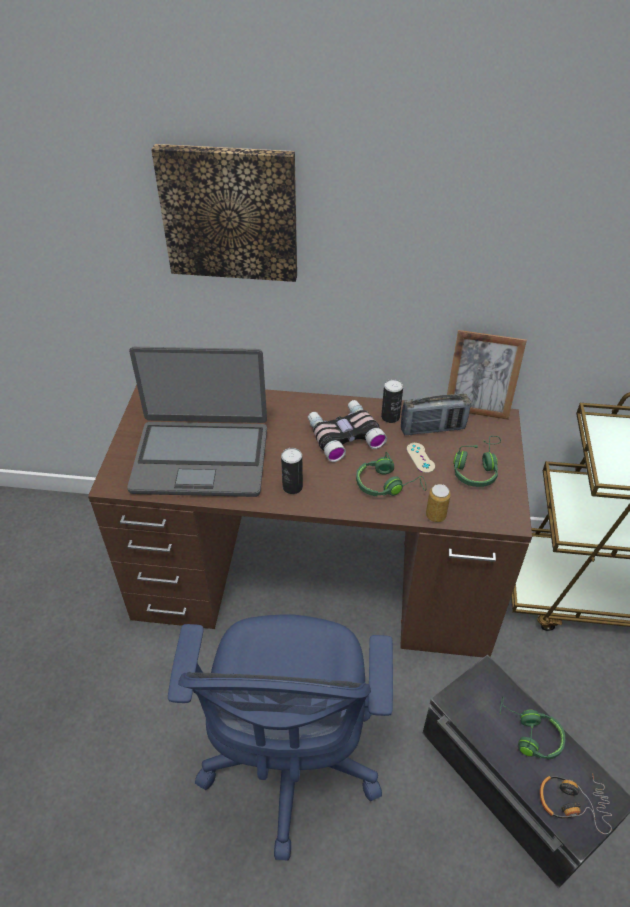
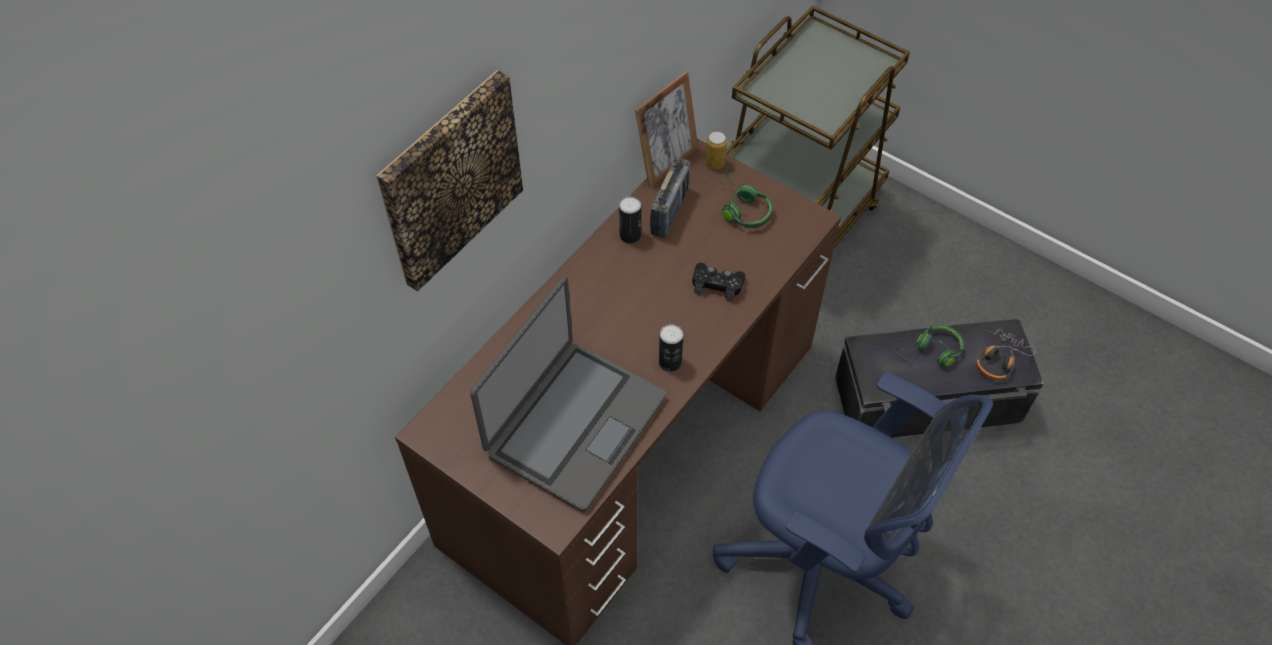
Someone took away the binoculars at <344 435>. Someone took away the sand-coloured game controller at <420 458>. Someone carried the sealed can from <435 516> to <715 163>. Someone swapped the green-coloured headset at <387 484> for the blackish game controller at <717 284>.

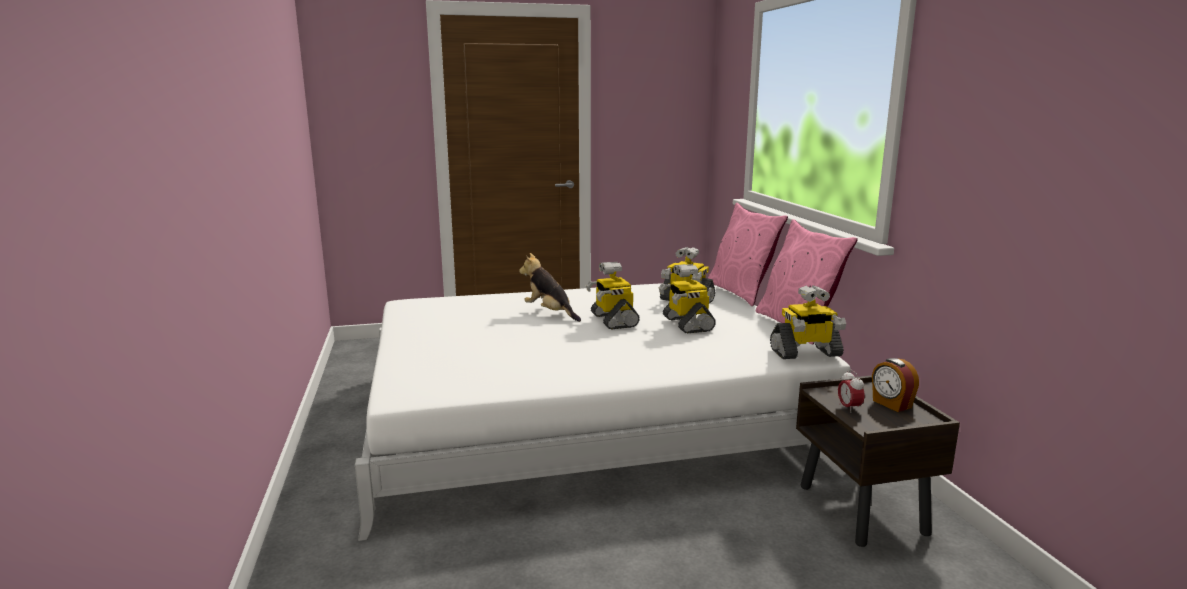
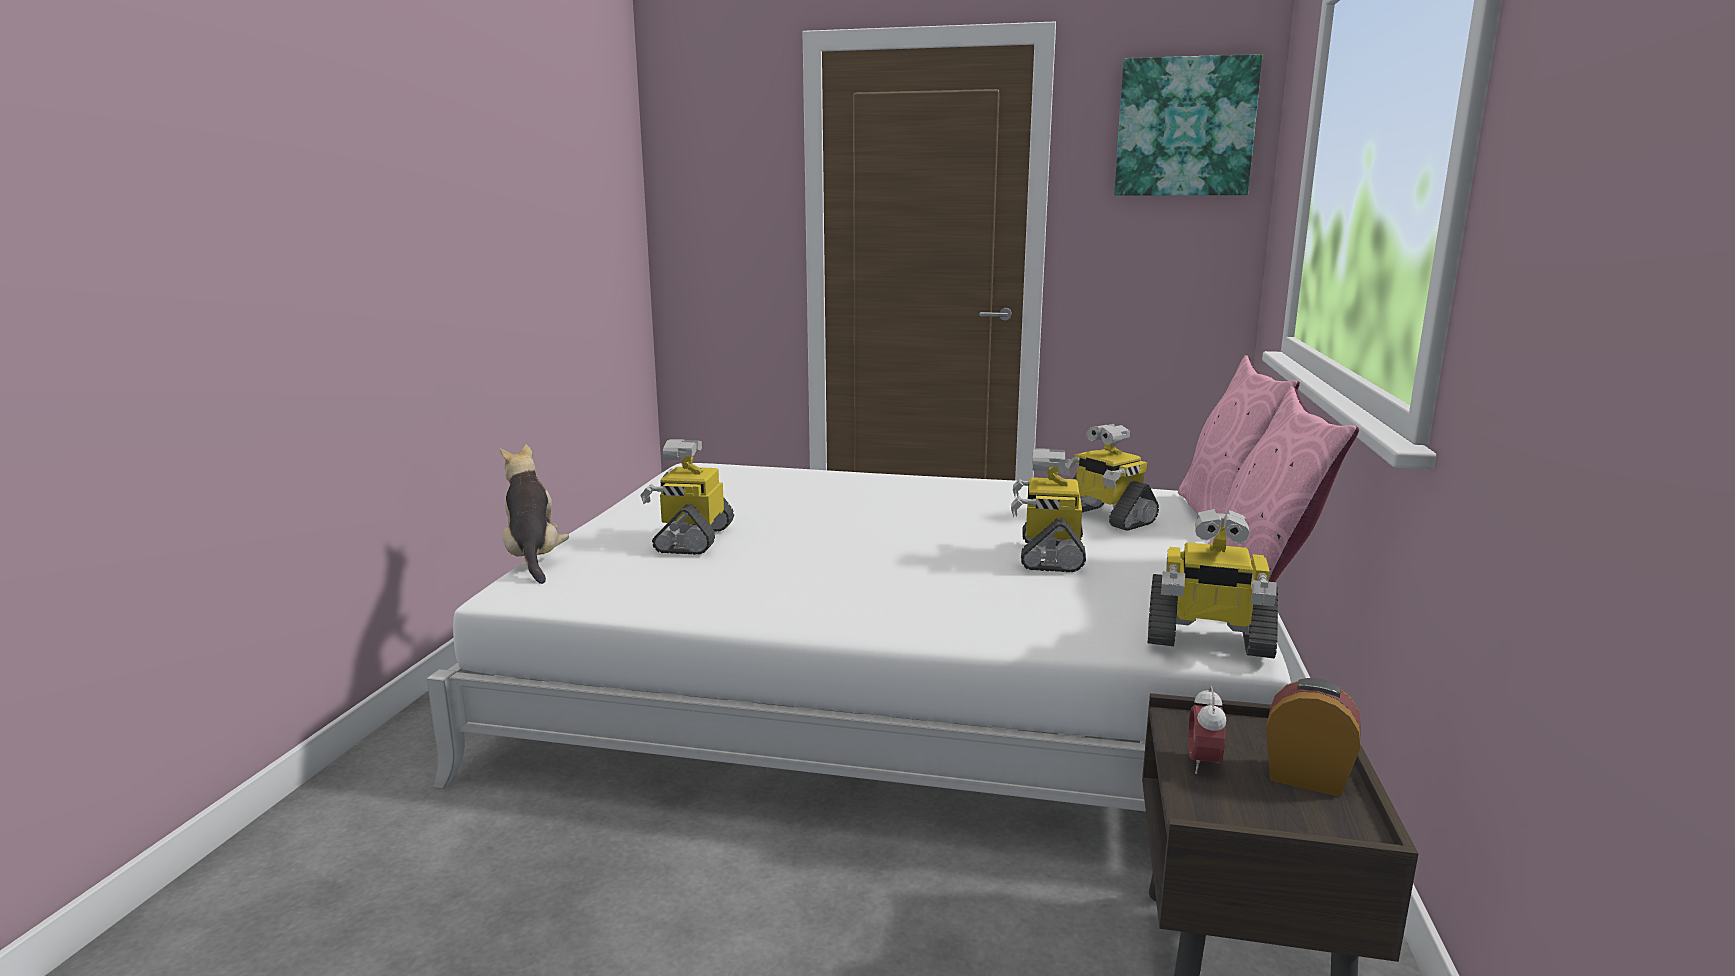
Someone put up the wall picture at <1185 127>. Someone carried the plush toy from <550 313> to <534 558>. Someone carried the model robot from <613 320> to <693 539>. Someone rotated the table clock at <891 404> by 120 degrees clockwise.

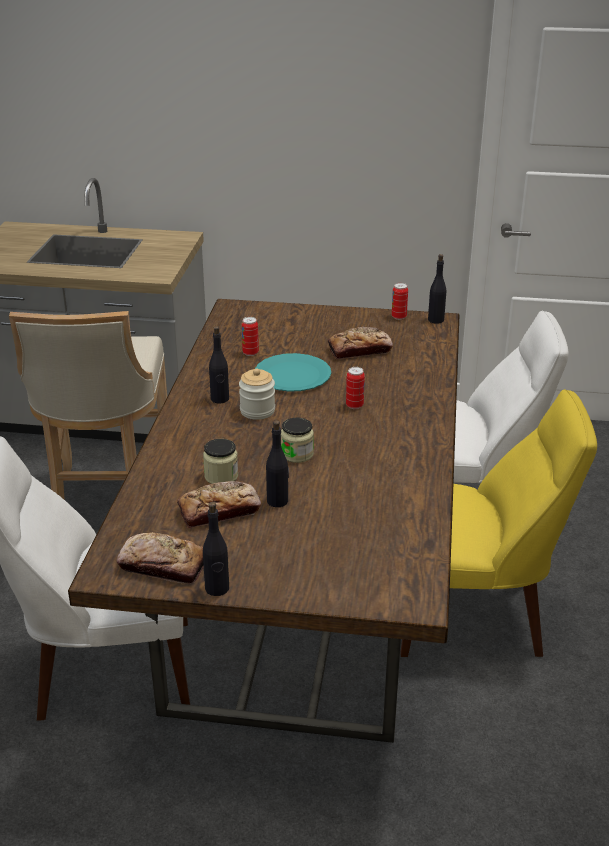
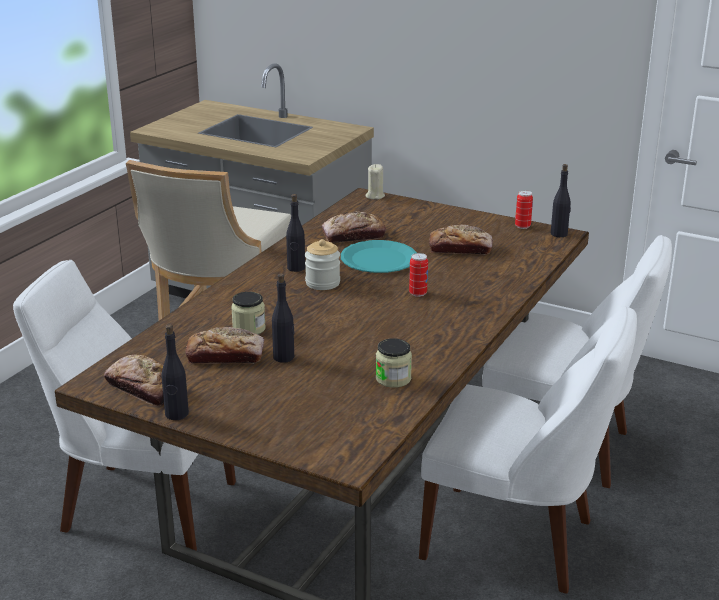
Someone put down the sand-coloured wax candle at <375 196>. Someone carried the preserve jar from <297 454> to <393 379>. Someone swapped the sealed can at <250 353> for the baked bread at <353 235>. Someone repainted the yellowish upright chair at <474 617>, which became the white-coloured upright chair at <516 541>.

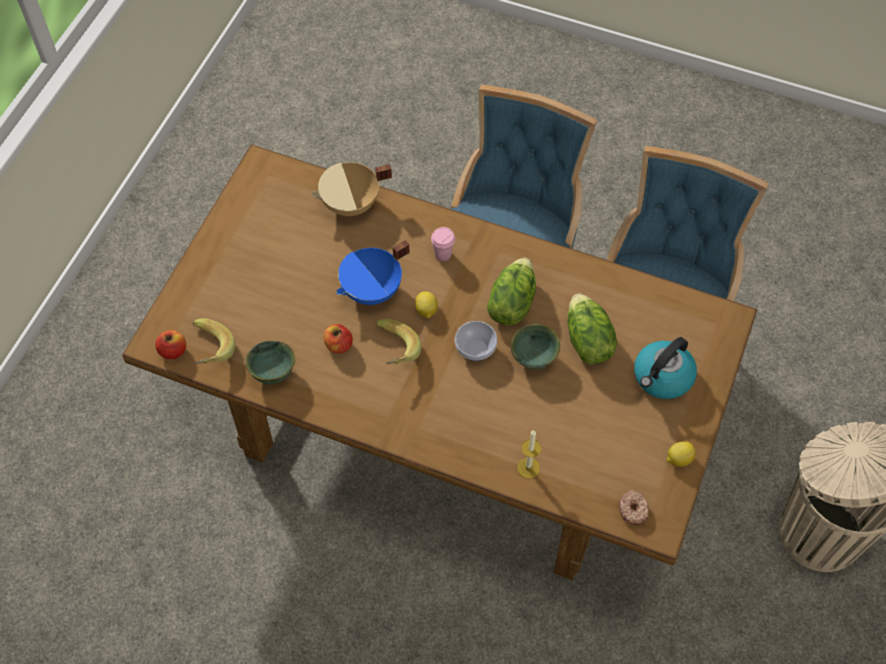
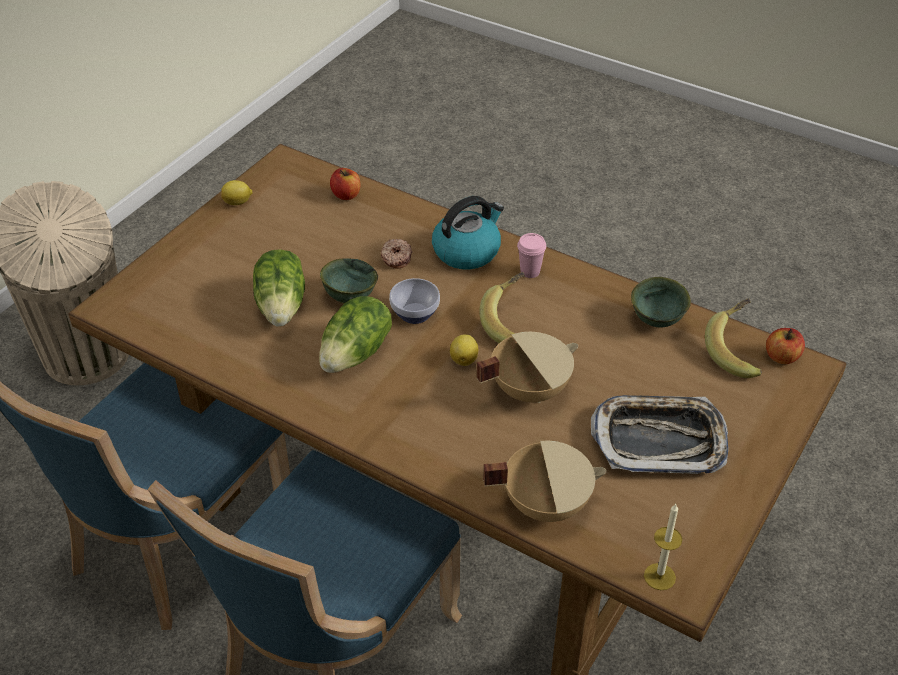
Someone put down the serving tray at <659 440>. Someone carried the apple from <338 345> to <346 195>. Someone carried the pink cup from <443 254> to <530 271>. Someone carried the wax candle from <528 468> to <659 576>. Someone carried the ring doughnut from <633 510> to <395 258>. Someone carried the tea kettle from <662 377> to <467 251>. Someone repainted the bluish saucepot at <372 291>, which became the sand-coloured saucepot at <528 389>.

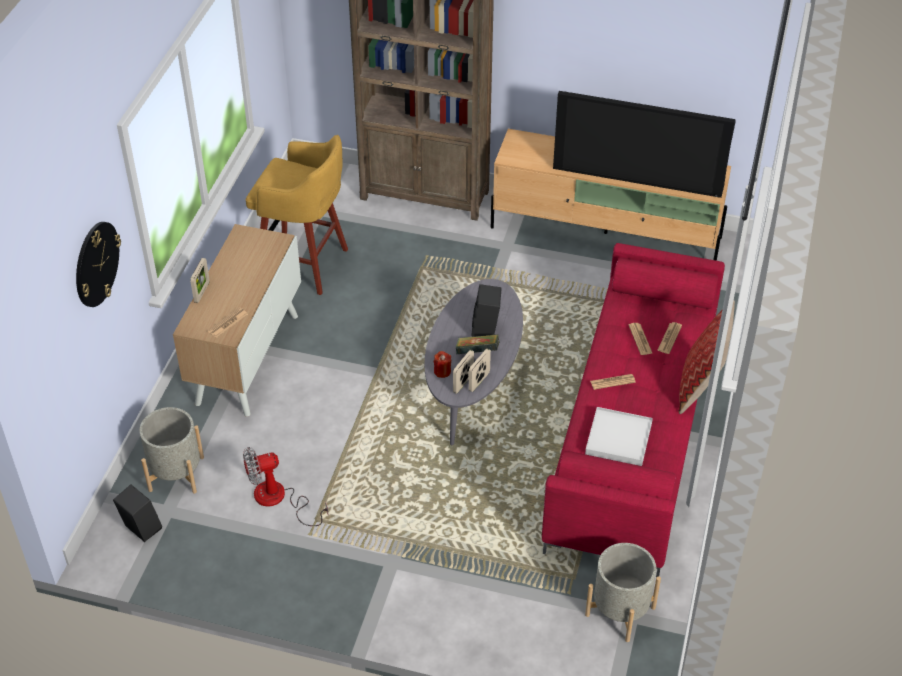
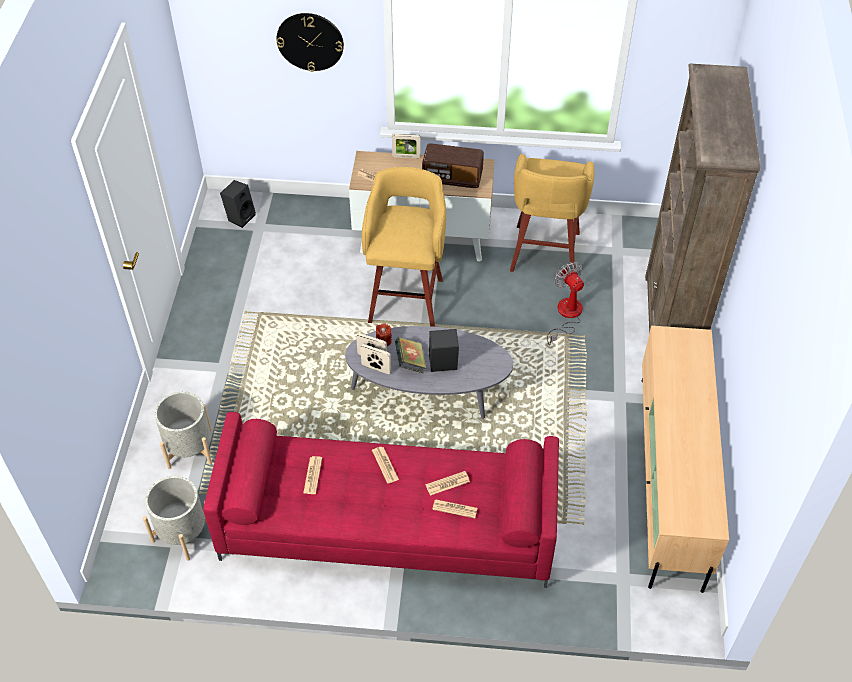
Someone took away the TV set at <638 176>. Someone took away the throw pillow at <700 385>. Someone put down the yellowish stool at <406 298>. Someone put down the radio receiver at <452 178>. Someone carried the greyish flower pot from <176 473> to <190 448>. Someone carried the cooling fan from <279 499> to <566 315>. Someone swapped the white-coloured serving tray at <618 439> for the printed paper at <312 475>.

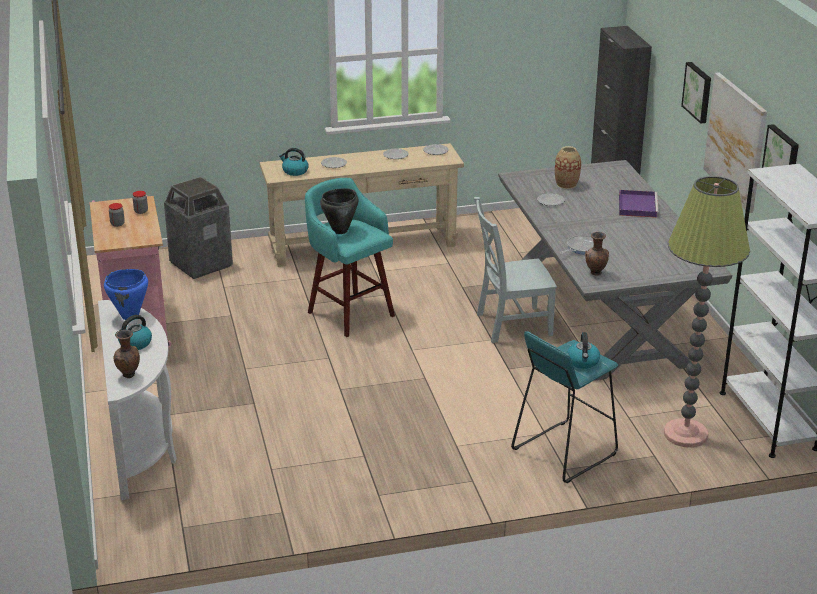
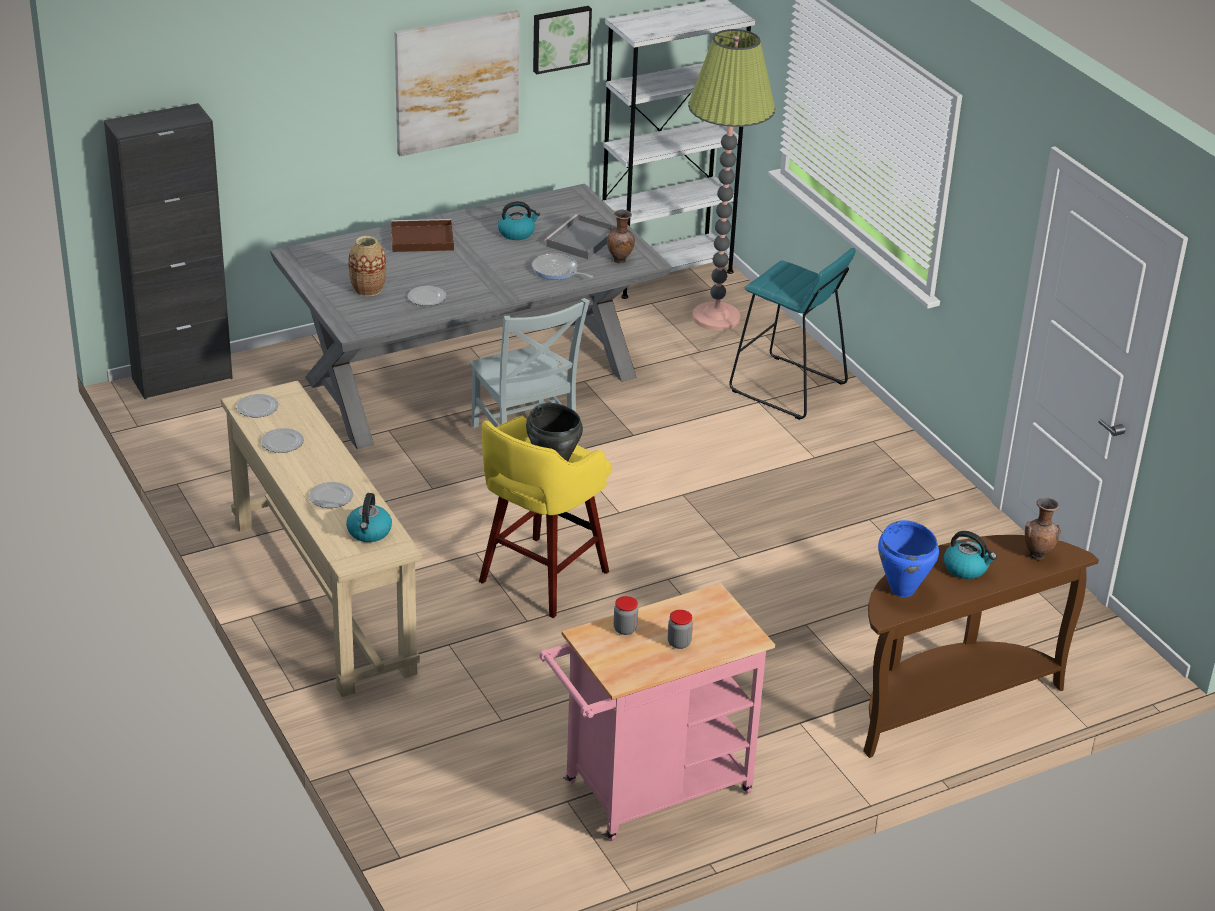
Someone took away the rubbish bin at <200 264>. Someone took away the wall picture at <698 92>. Someone put down the greyish serving tray at <581 241>. Someone carried the tea kettle from <583 362> to <517 233>. Someone repainted the white-coloured console table at <141 445>, which became the brown console table at <948 702>. Someone repainted the turquoise-coloured stool at <349 313>, which became the yellowish stool at <541 579>. Someone repainted the purple serving tray at <637 205>, which became the brown serving tray at <420 239>.

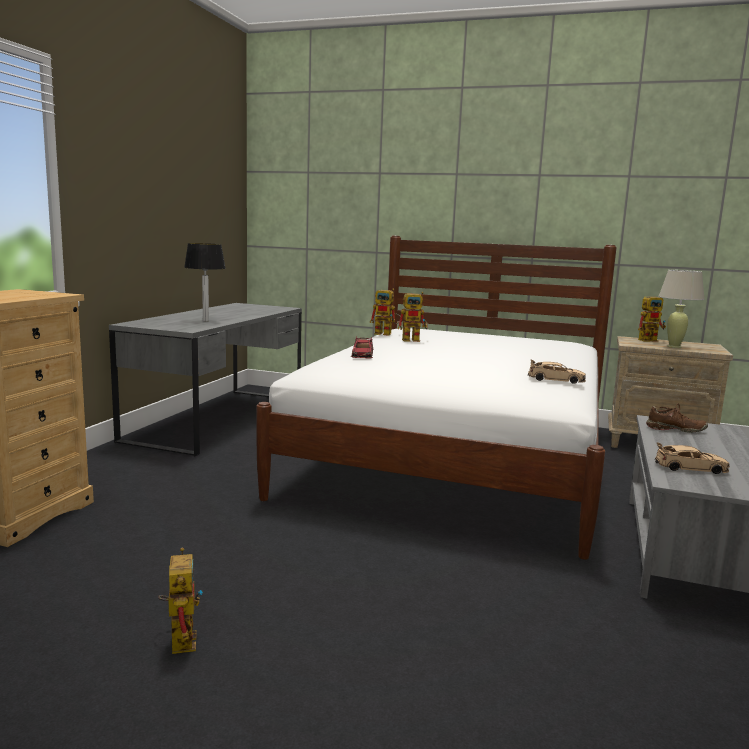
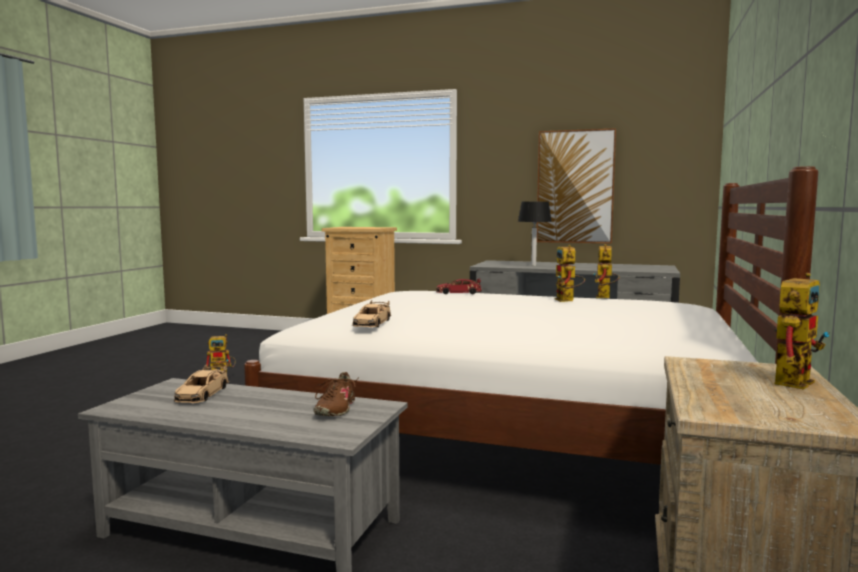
Someone took away the sand-coloured tabletop lamp at <674 347>. Someone put up the wall picture at <575 187>. Someone rotated the model robot at <650 340> by 120 degrees counterclockwise.

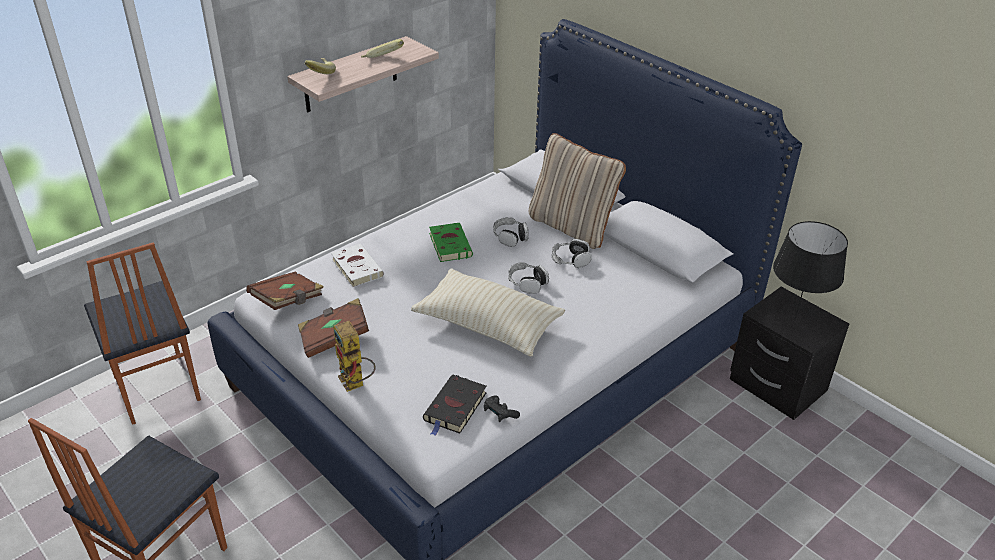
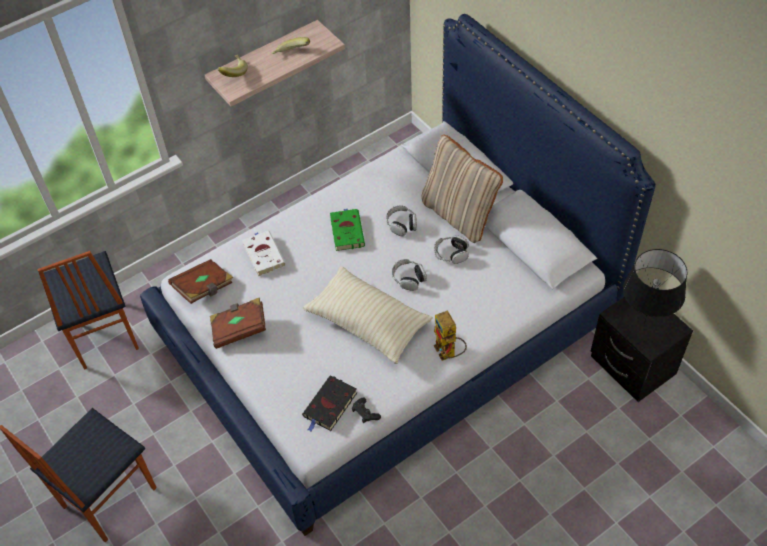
Someone carried the model robot from <356 384> to <448 353>.

